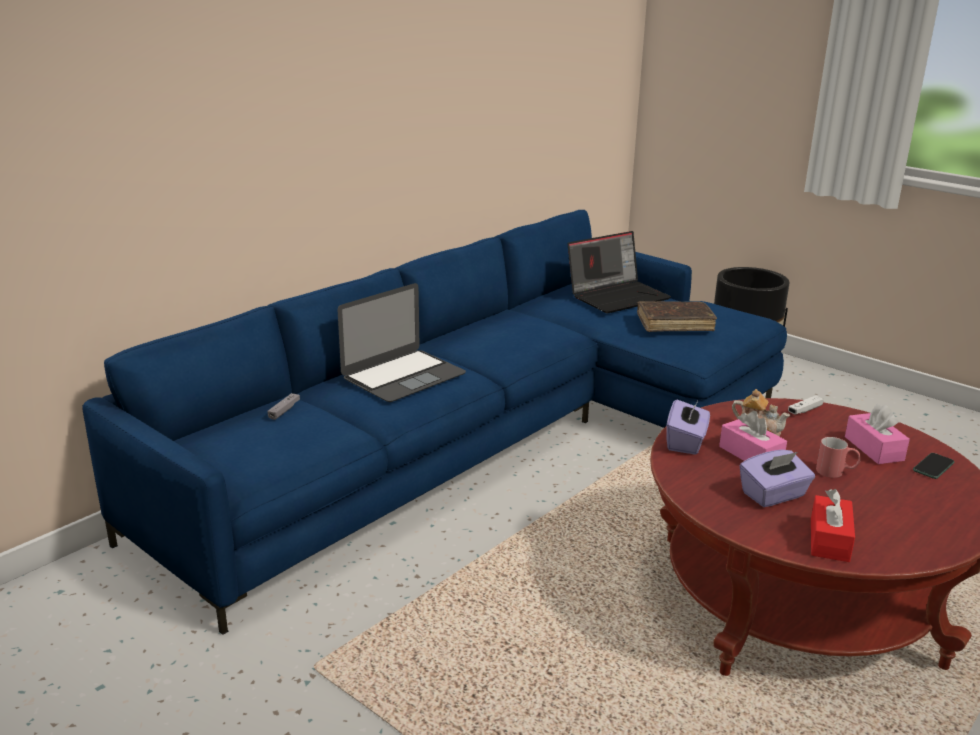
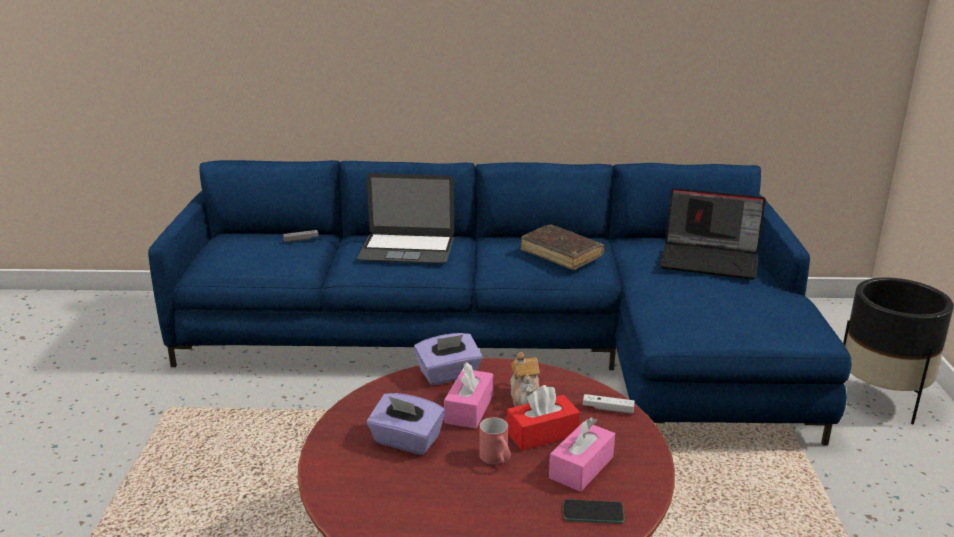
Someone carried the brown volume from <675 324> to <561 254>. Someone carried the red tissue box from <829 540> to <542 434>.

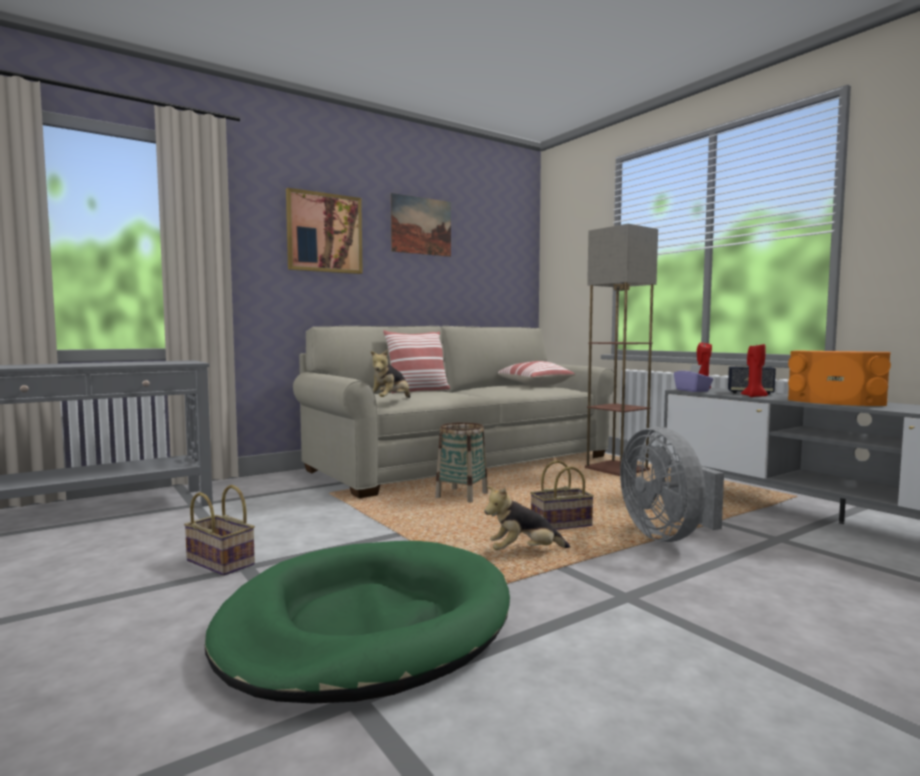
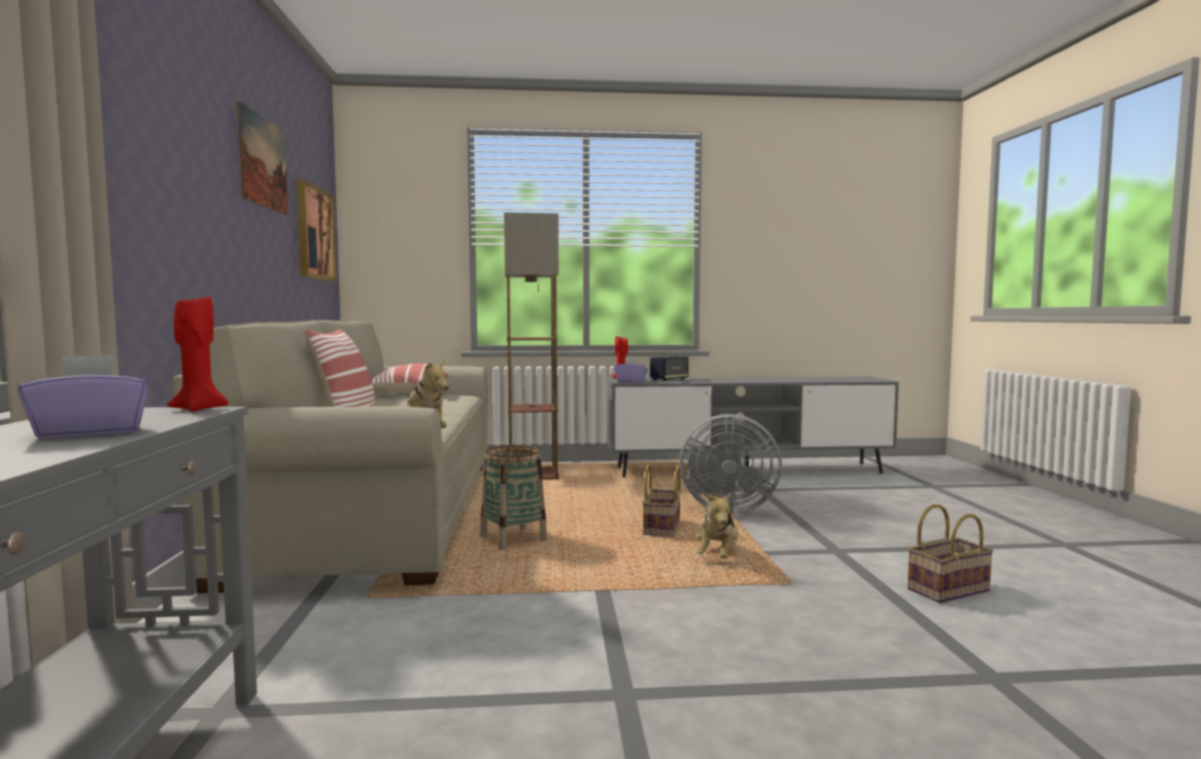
Someone took away the green-coloured dog bed at <366 625>. Someone took away the orange speaker at <836 401>. Someone put down the purple tissue box at <91 433>. Someone carried the basket from <222 562> to <948 589>. Someone carried the wall picture from <324 233> to <314 233>. Someone carried the red wax candle from <754 396> to <199 409>.

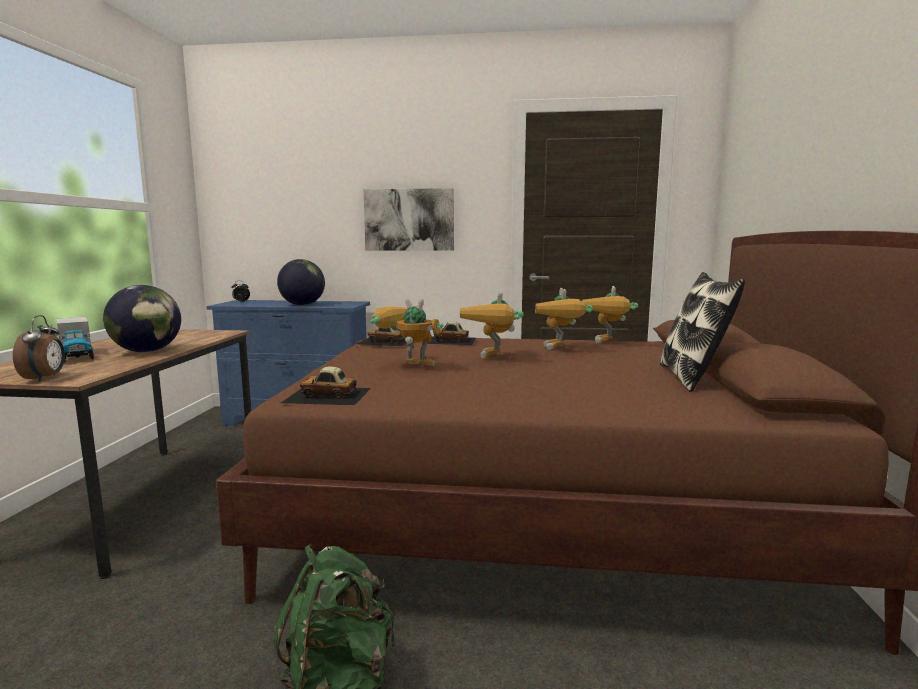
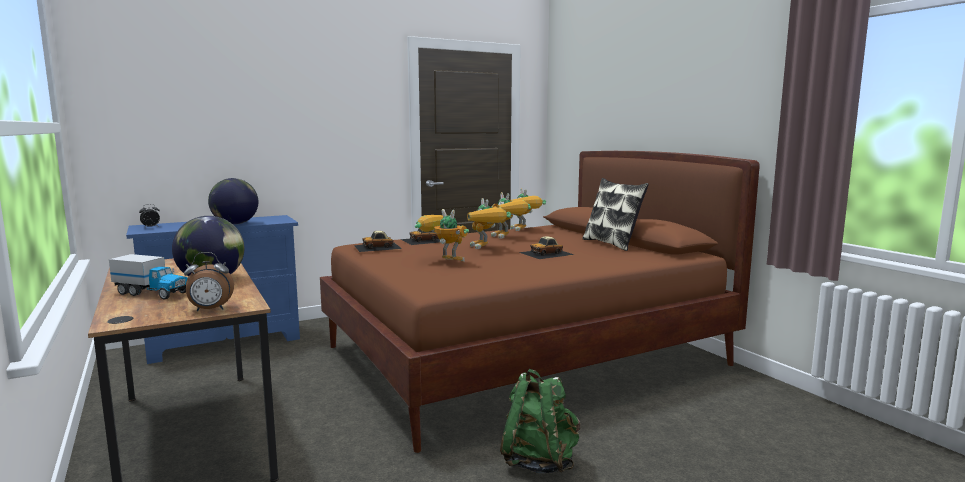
Someone took away the wall picture at <409 220>. Someone carried the model car from <328 395> to <546 253>. Someone rotated the table clock at <45 378> by 120 degrees clockwise. Someone rotated the model robot at <406 366> by 45 degrees clockwise.

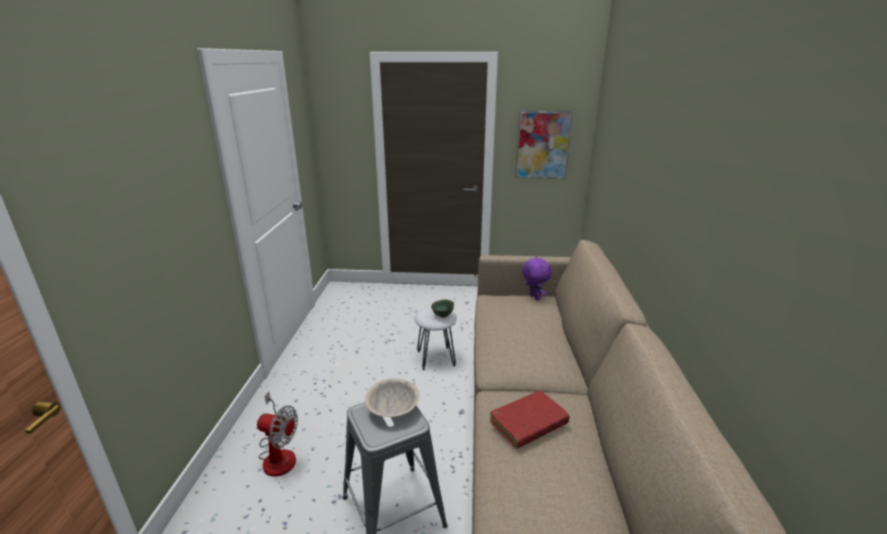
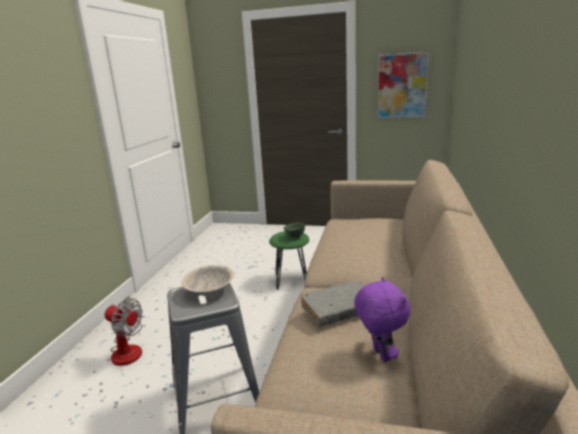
Someone carried the purple plush toy from <534 298> to <380 355>. Someone repainted the white-coloured stool at <435 358>, which became the green-coloured stool at <291 280>. Someone repainted the red volume at <528 424>, which became the greyish volume at <339 310>.

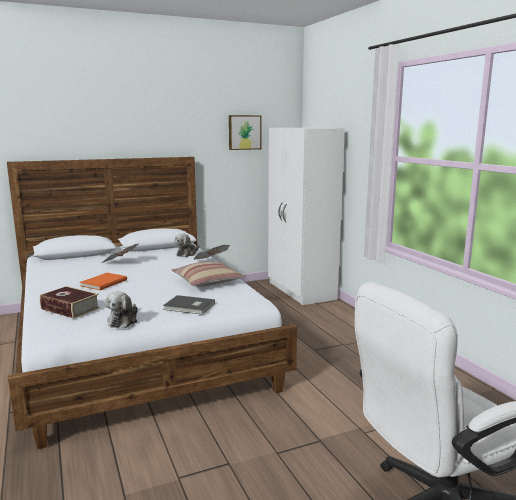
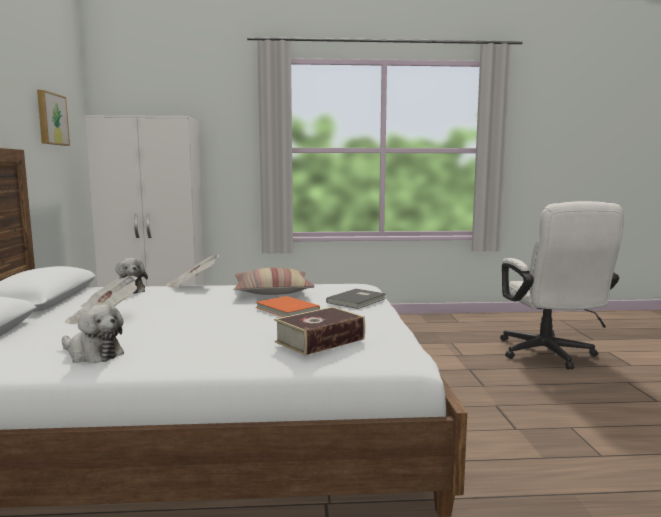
Someone carried the orange volume from <102 283> to <286 309>. Someone carried the plush toy from <123 320> to <93 354>.

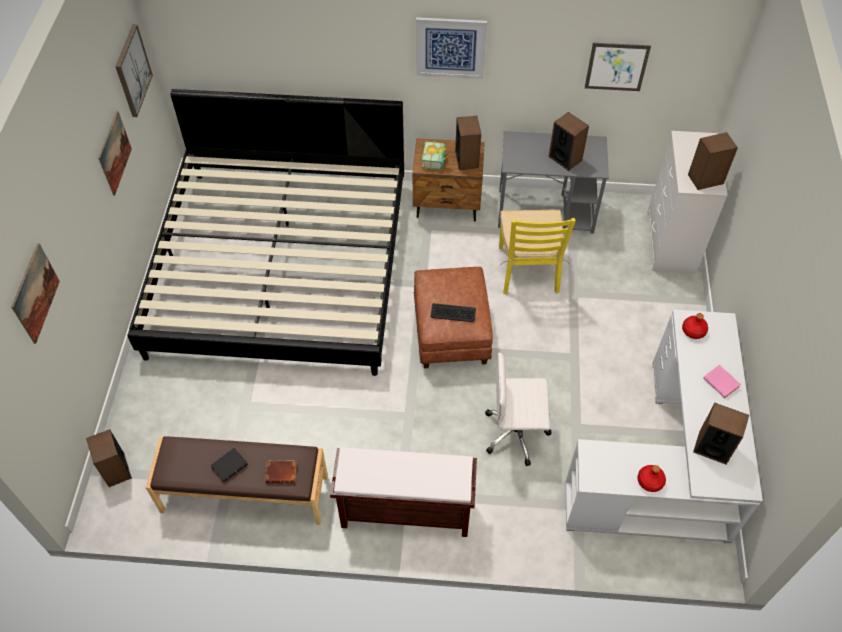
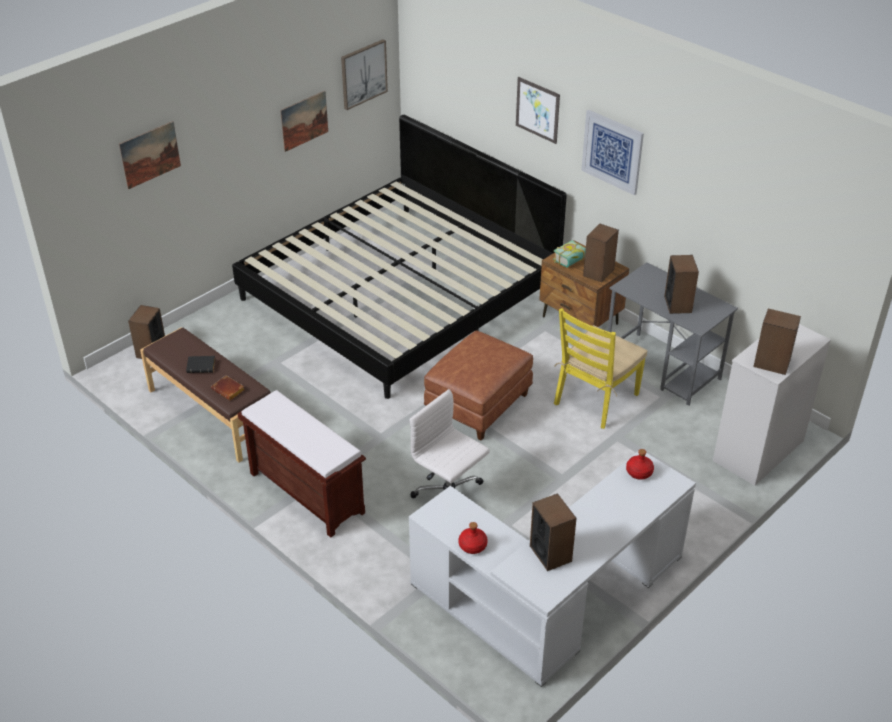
Someone took away the keyboard at <453 313>. Someone took away the pink volume at <722 383>. Someone carried the wall picture from <616 66> to <537 110>.

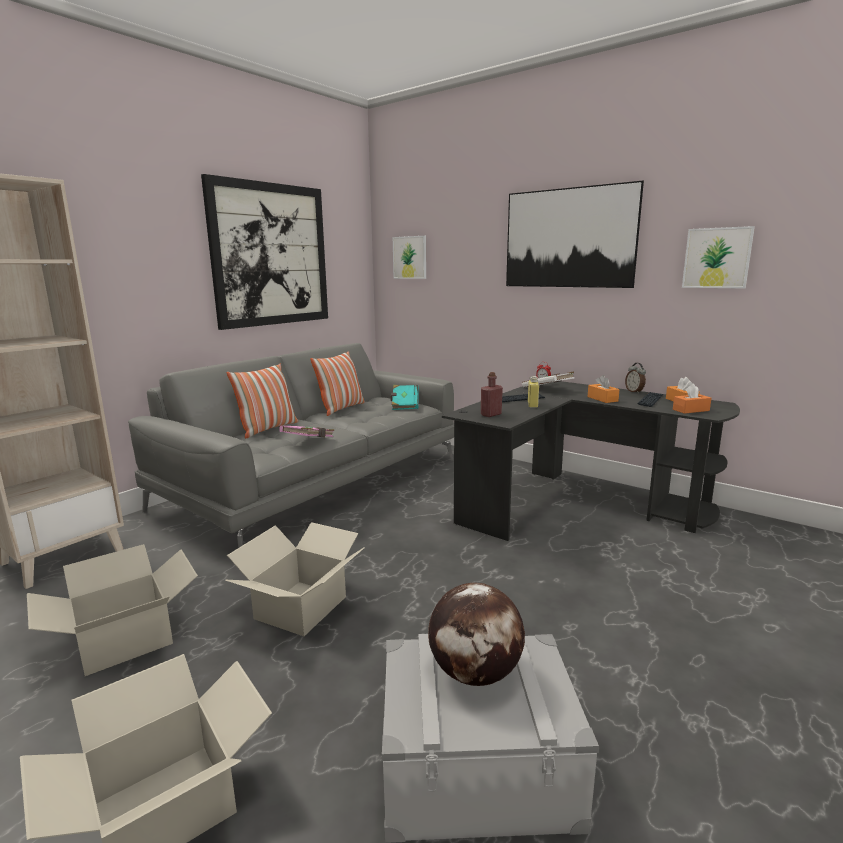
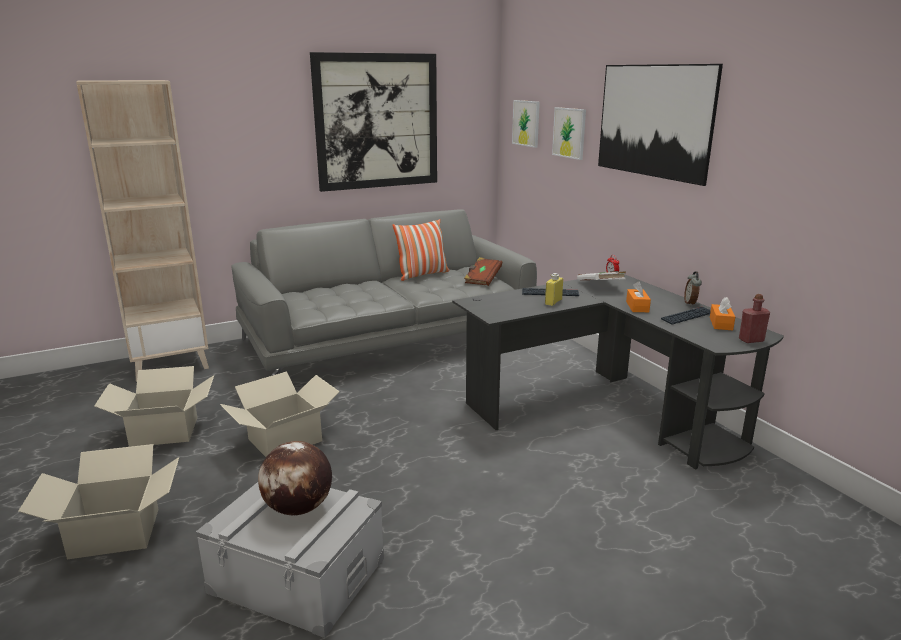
Someone took away the throw pillow at <267 429>. Someone took away the pink volume at <309 441>. Someone took away the orange tissue box at <691 410>. Someone carried the red bottle from <491 414> to <751 340>. Someone carried the wall picture from <717 258> to <569 133>. Someone repainted the turquoise-coloured volume at <404 405>, which became the brown volume at <482 279>.

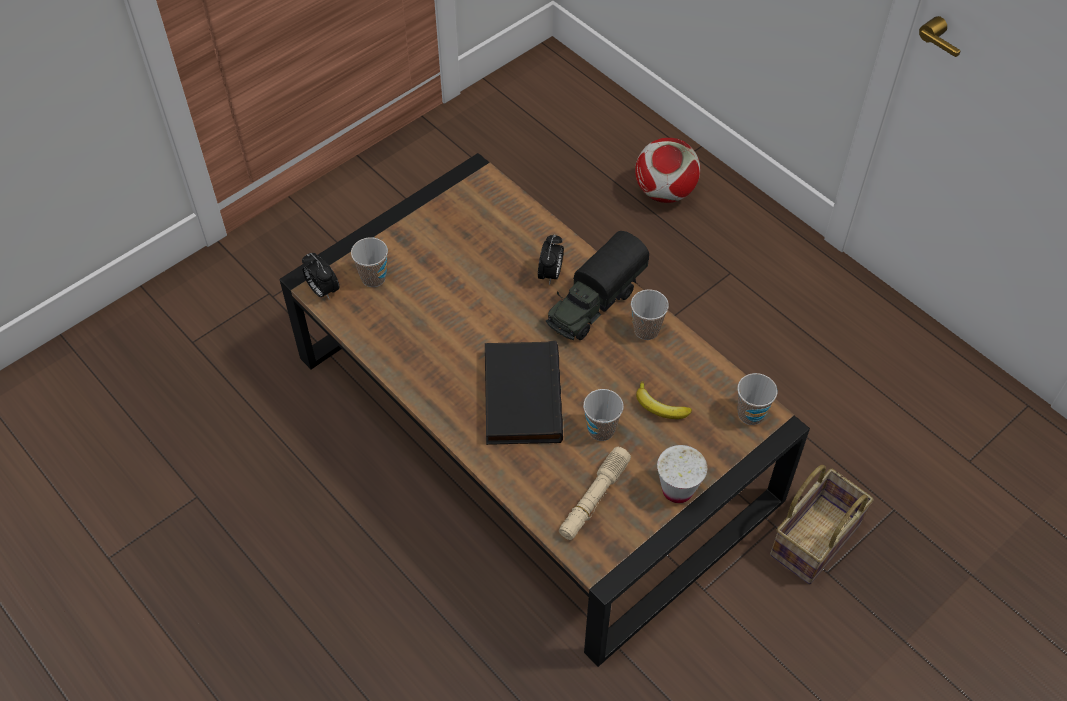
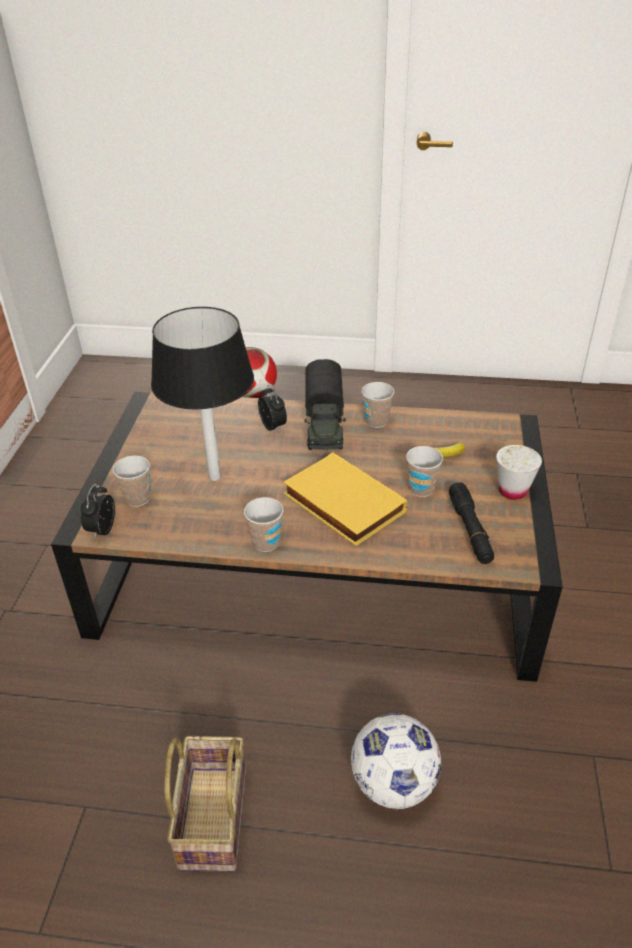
Someone put down the blackish tabletop lamp at <214 477>. Someone put down the football ball at <394 783>. Someone carried the cup from <751 414> to <266 543>. Someone carried the basket from <815 536> to <211 816>. Someone repainted the blackish volume at <519 396>, which became the yellowish volume at <341 504>. Someone repainted the sand-coloured hand torch at <594 498>, which became the blackish hand torch at <470 529>. Someone rotated the table clock at <322 290> by 90 degrees clockwise.

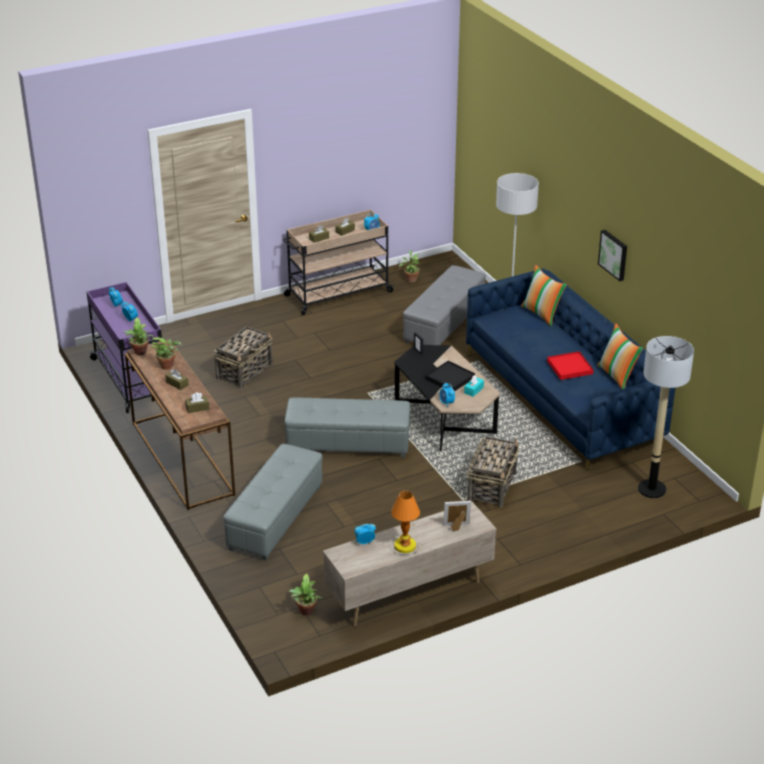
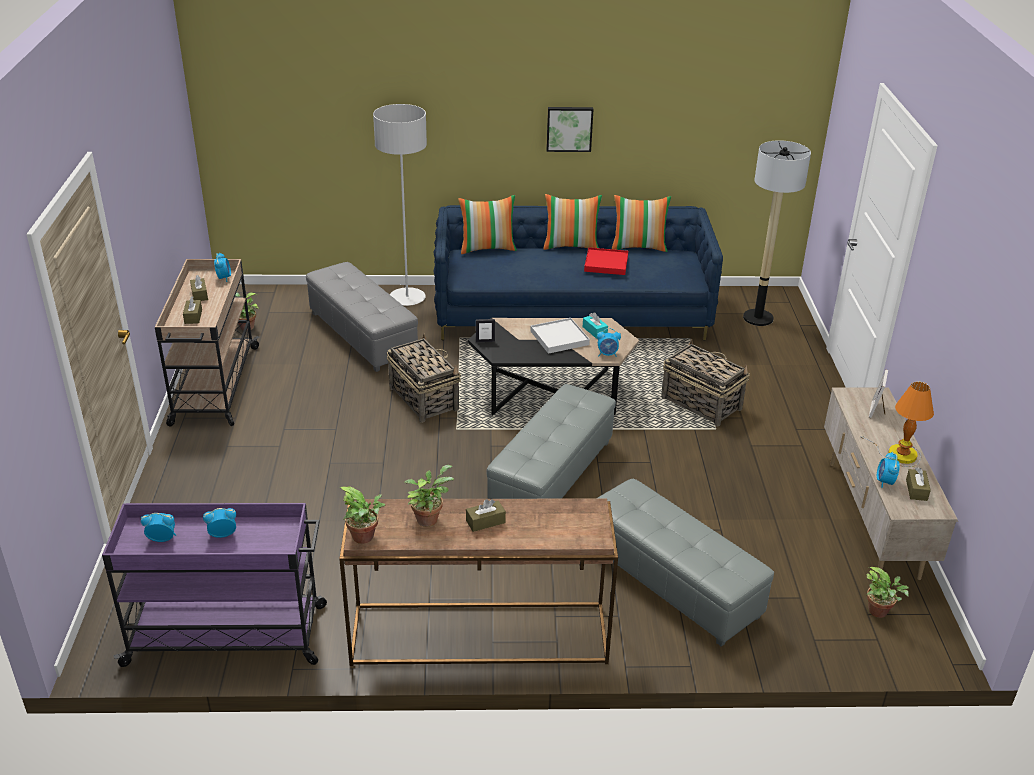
Someone put down the throw pillow at <571 246>. Someone carried the brown tissue box from <197 408> to <916 490>. Someone carried the basket from <245 371> to <423 398>. Someone repainted the blackish serving tray at <450 378>, which became the white-coloured serving tray at <559 338>.

